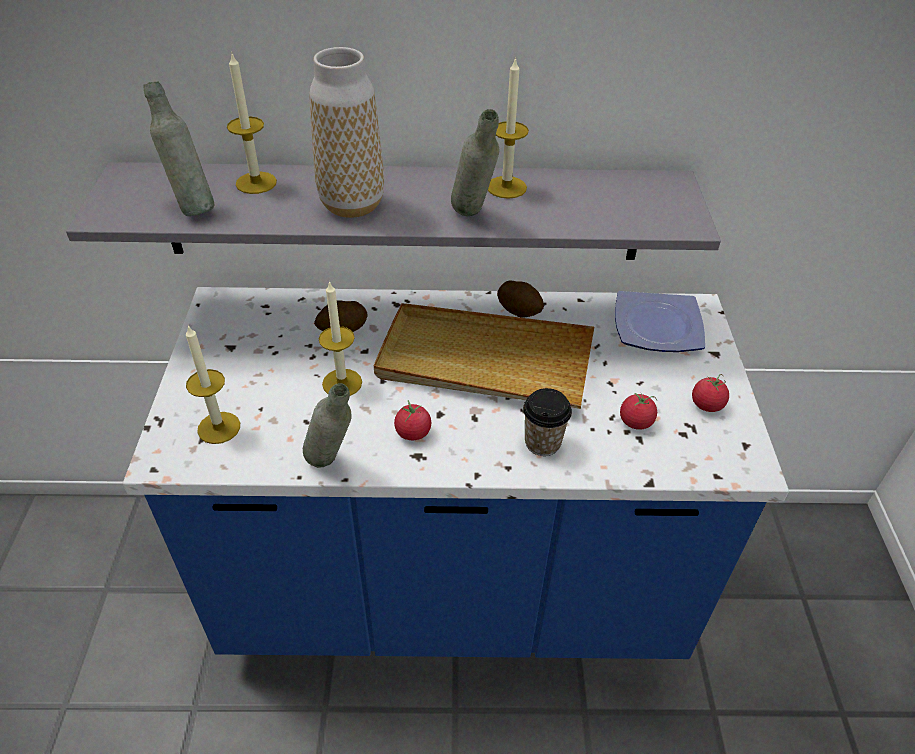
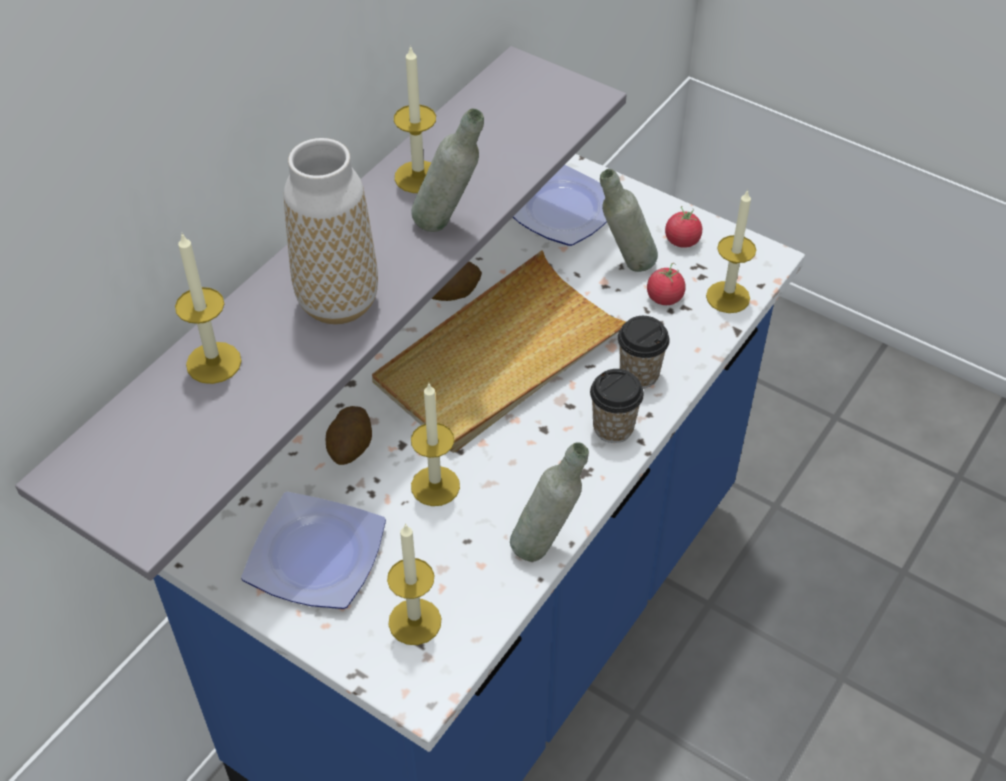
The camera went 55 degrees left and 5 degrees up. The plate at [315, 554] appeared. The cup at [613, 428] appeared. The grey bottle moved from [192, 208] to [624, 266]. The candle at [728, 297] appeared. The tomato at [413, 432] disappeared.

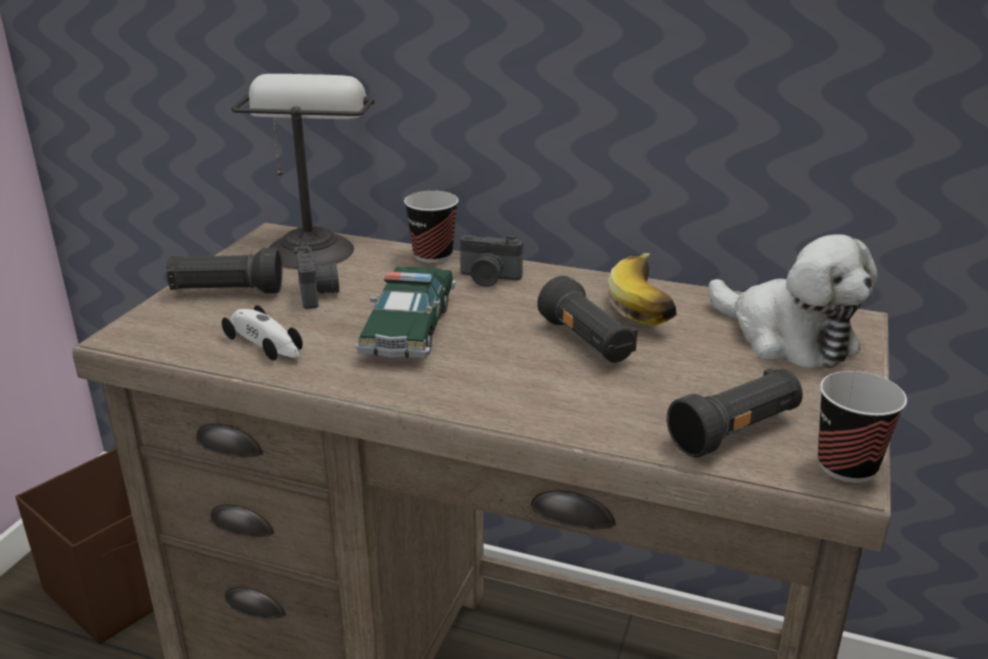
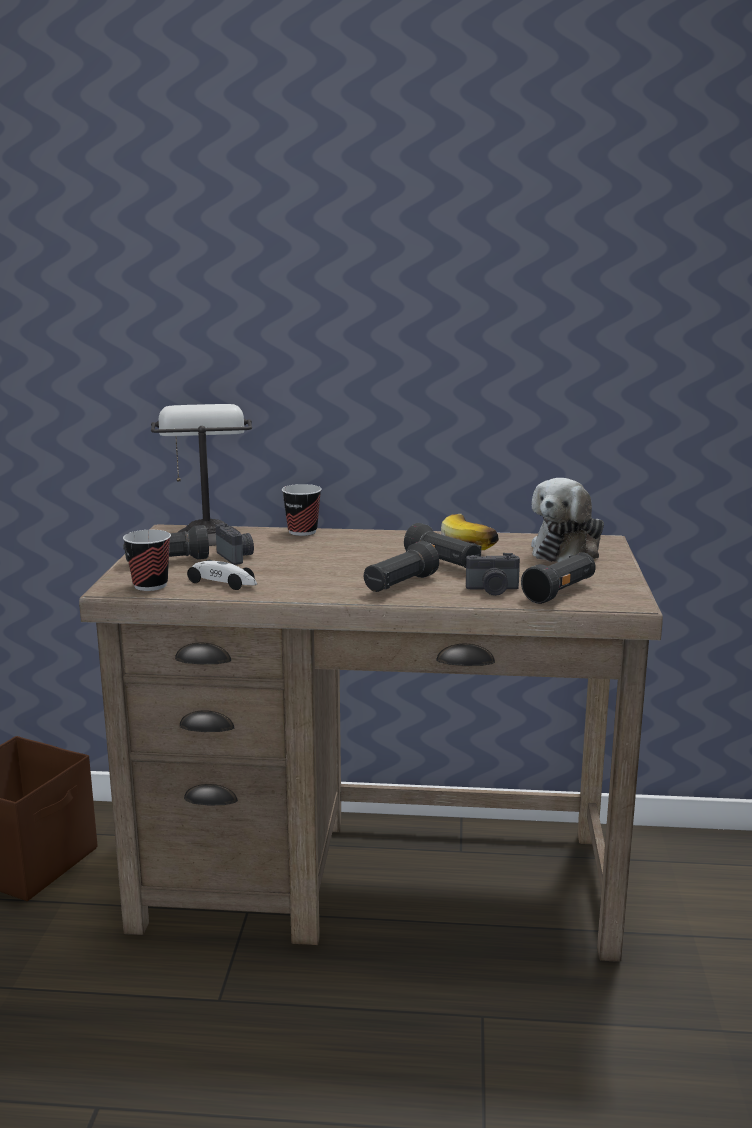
The camera went 15 degrees left and 10 degrees down. The cup moved from [847, 466] to [150, 585]. The black flashlight at [399, 585] appeared. The photo camera moved from [489, 278] to [492, 590]. The plush toy at [786, 337] turned 90 degrees clockwise. The toy car at [409, 328] disappeared.

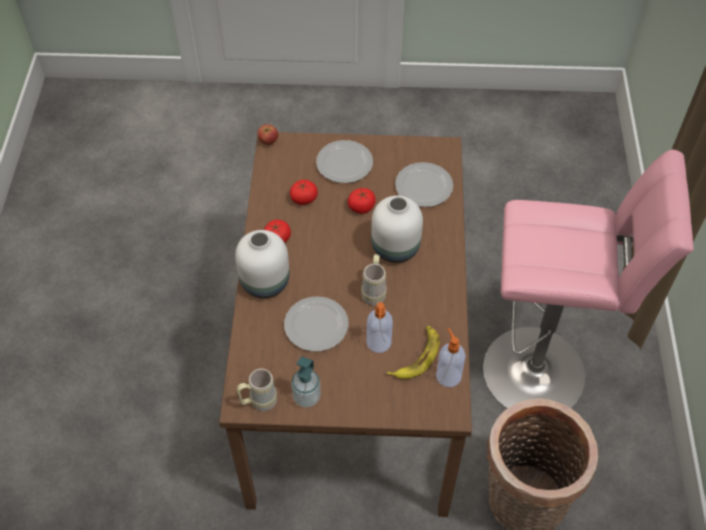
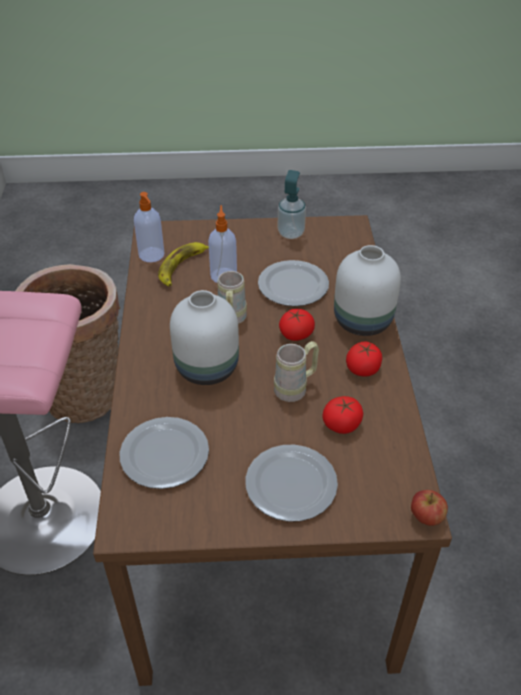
The camera went 175 degrees right and 10 degrees down. The beige mug moved from [258, 402] to [296, 388]. The tomato moved from [361, 207] to [296, 334].

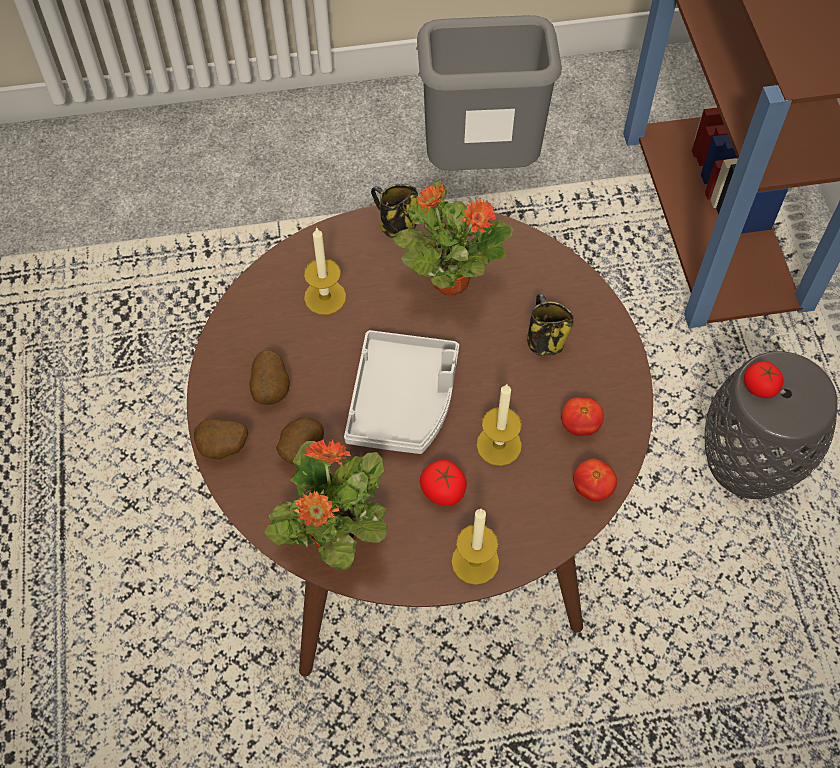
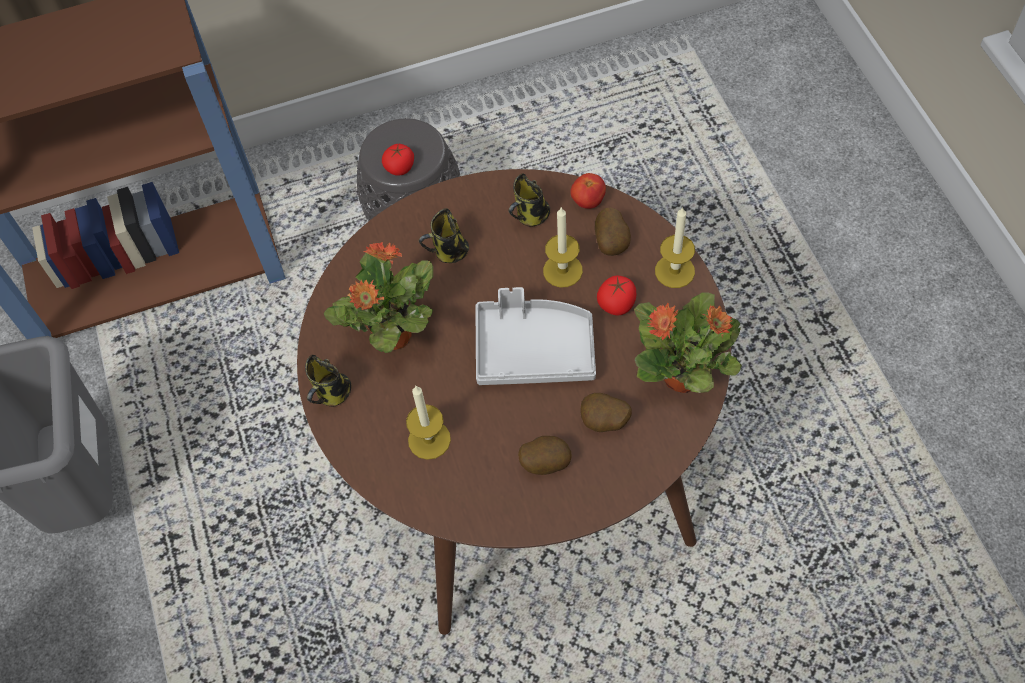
The camera went 95 degrees left and 0 degrees up. The tomato at [580, 425] was replaced by the mug at [530, 216]. The potato moved from [223, 449] to [612, 243].

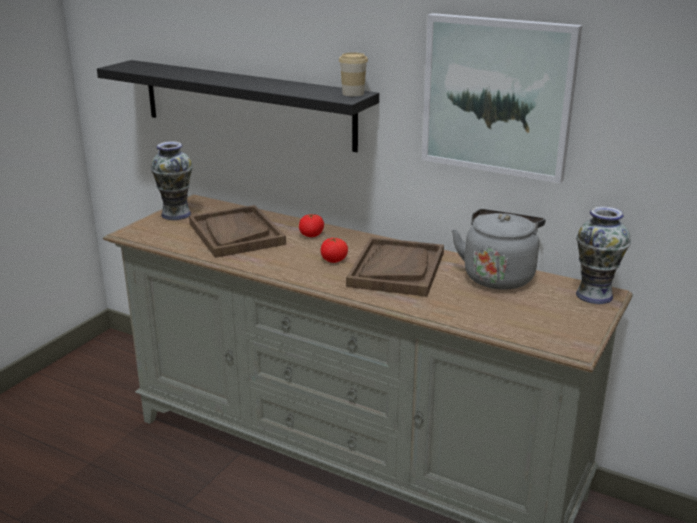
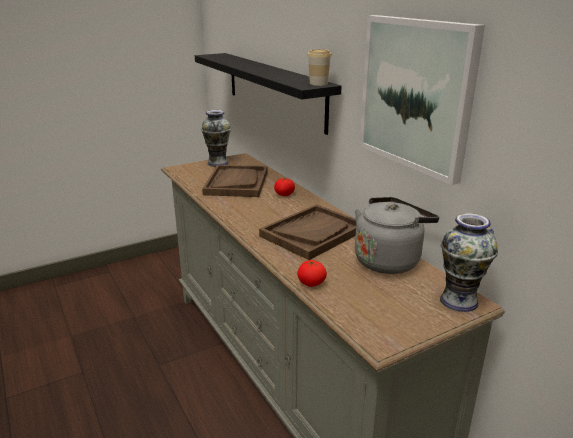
The camera went 30 degrees right and 0 degrees up. The tomato moved from [334, 260] to [311, 283].

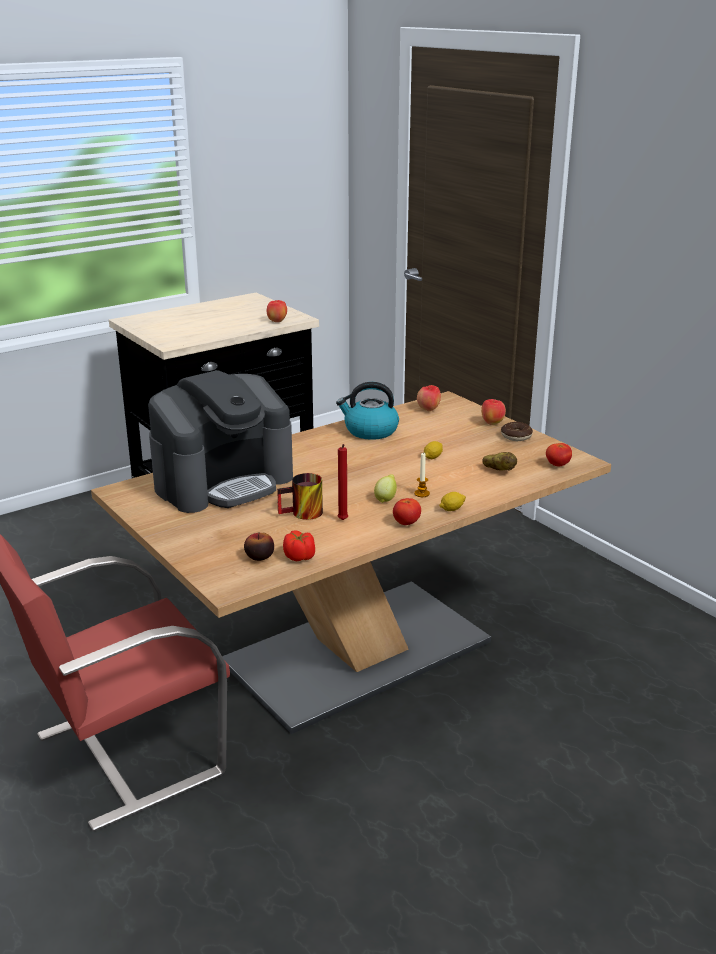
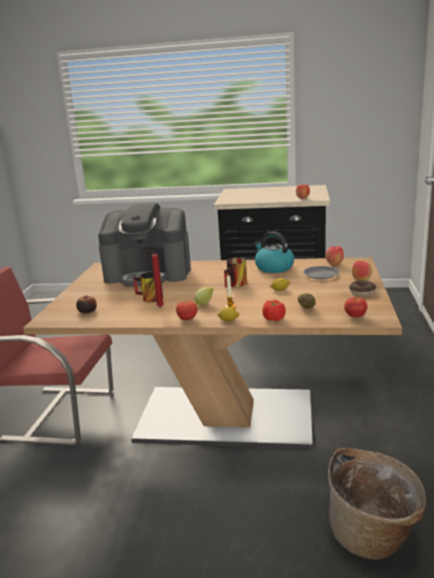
The camera went 45 degrees right and 5 degrees down. The mug at [236, 284] appeared. The tomato moved from [299, 557] to [274, 319]. The grey plate at [320, 275] appeared. The basket at [373, 535] appeared.

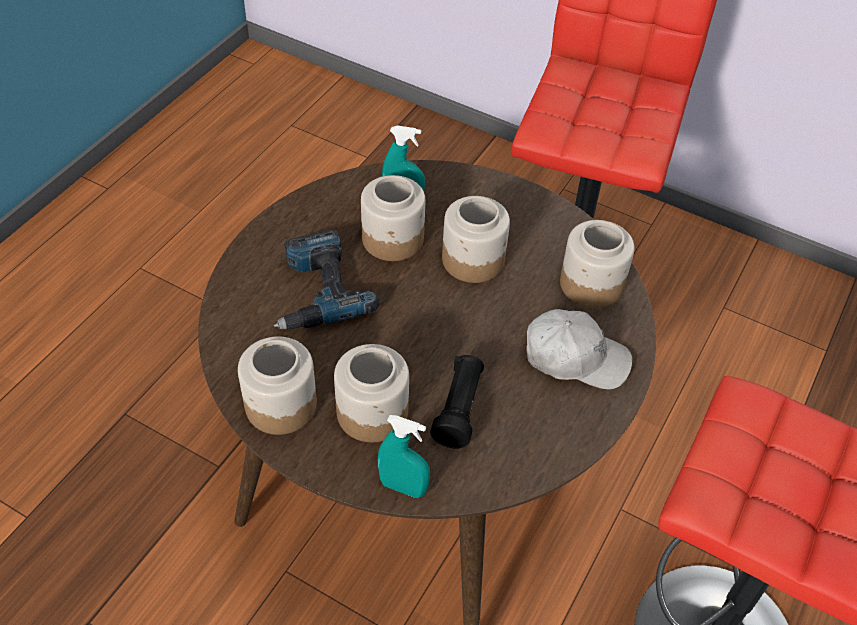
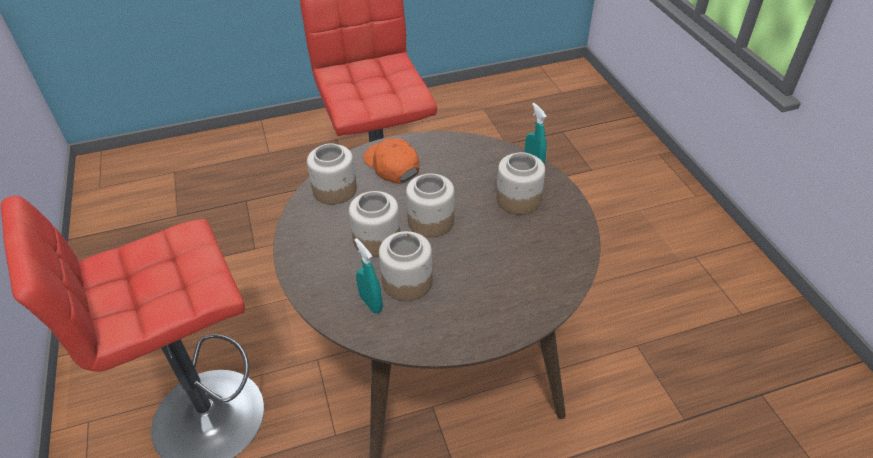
The camera went 135 degrees left and 5 degrees down. The white cap at [575, 358] became the orange cap at [392, 166]. The jar moved from [280, 404] to [431, 222]. The power drill at [316, 291] disappeared. The black flashlight at [459, 409] disappeared.

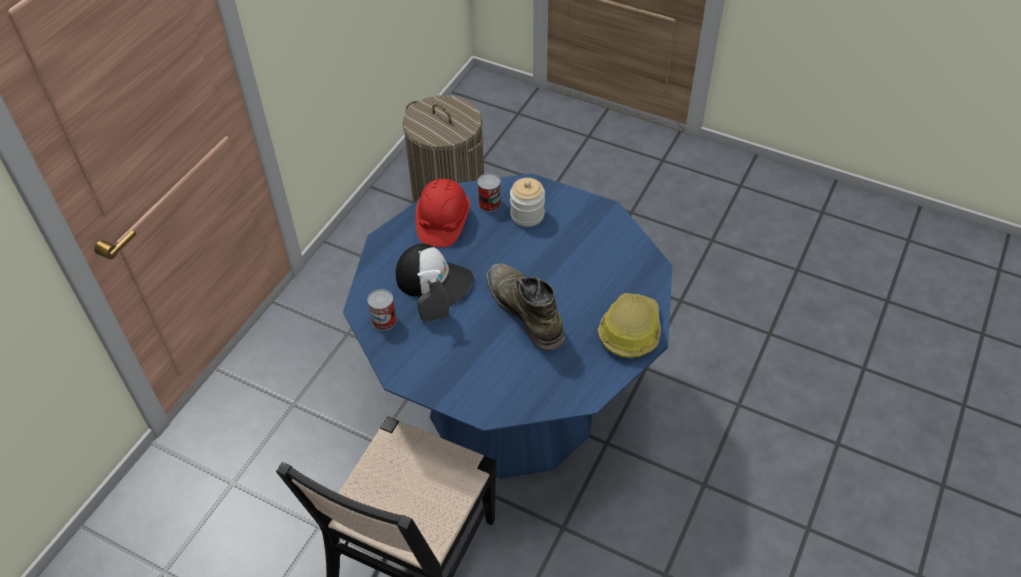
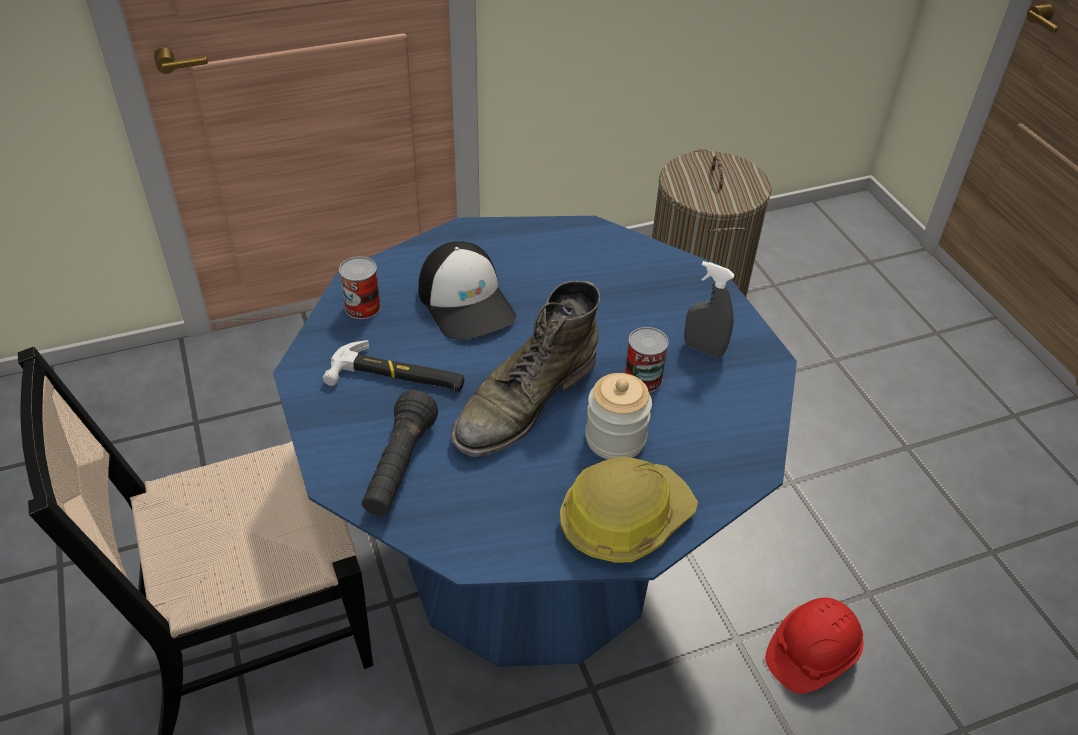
The camera went 40 degrees right and 5 degrees down. The hammer at [397, 377] appeared. The black flashlight at [399, 467] appeared. The green boot at [525, 310] turned 150 degrees counterclockwise. The jar moved from [527, 215] to [615, 438]. The can moved from [489, 203] to [643, 379]. The grey spray bottle moved from [434, 317] to [704, 349]. The red hard hat moved from [442, 222] to [811, 653].

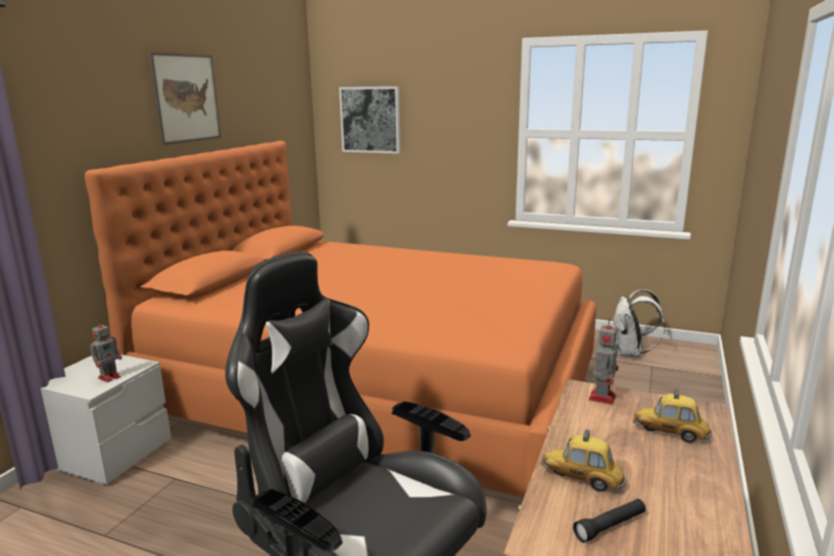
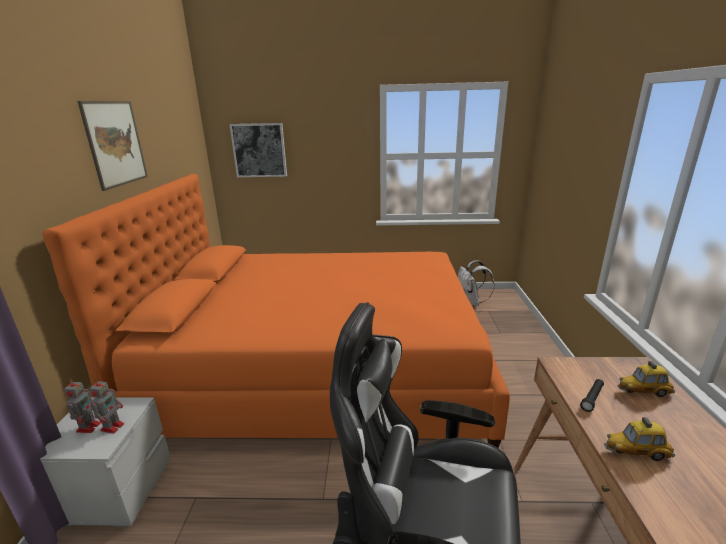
The camera went 20 degrees left and 5 degrees up. The toy robot moved from [602, 397] to [89, 426]. The black flashlight moved from [610, 526] to [592, 398].

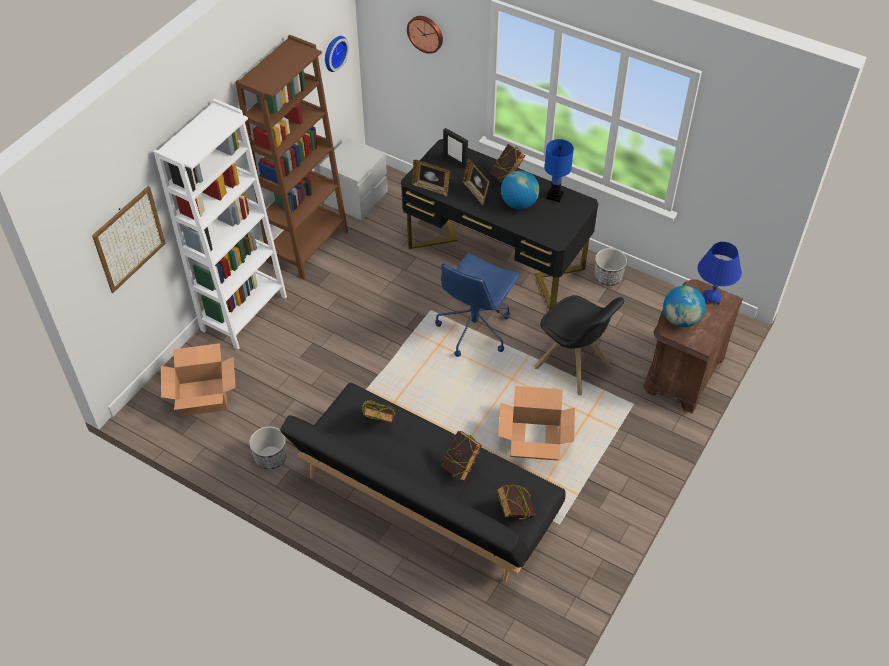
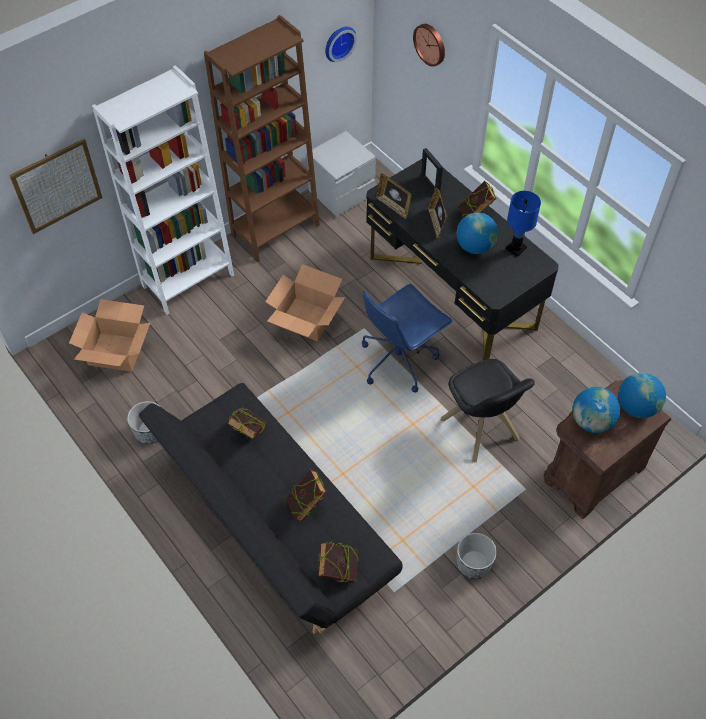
The camera went 20 degrees right and 5 degrees up. The cardboard box moved from [535, 442] to [306, 320]. The planter moved from [608, 277] to [473, 564]. The blue table lamp at [711, 297] was replaced by the globe at [636, 407].

